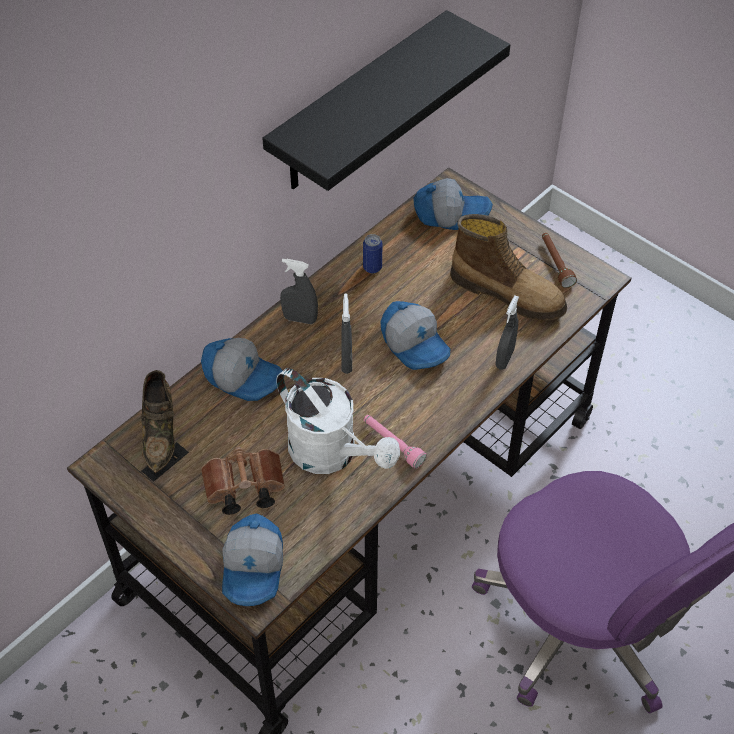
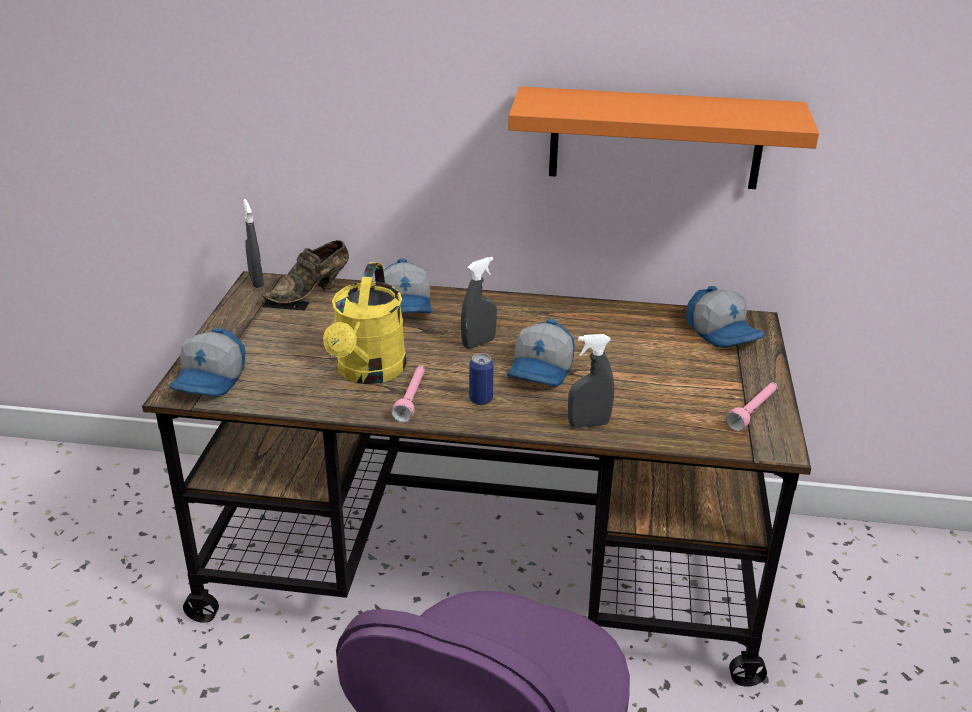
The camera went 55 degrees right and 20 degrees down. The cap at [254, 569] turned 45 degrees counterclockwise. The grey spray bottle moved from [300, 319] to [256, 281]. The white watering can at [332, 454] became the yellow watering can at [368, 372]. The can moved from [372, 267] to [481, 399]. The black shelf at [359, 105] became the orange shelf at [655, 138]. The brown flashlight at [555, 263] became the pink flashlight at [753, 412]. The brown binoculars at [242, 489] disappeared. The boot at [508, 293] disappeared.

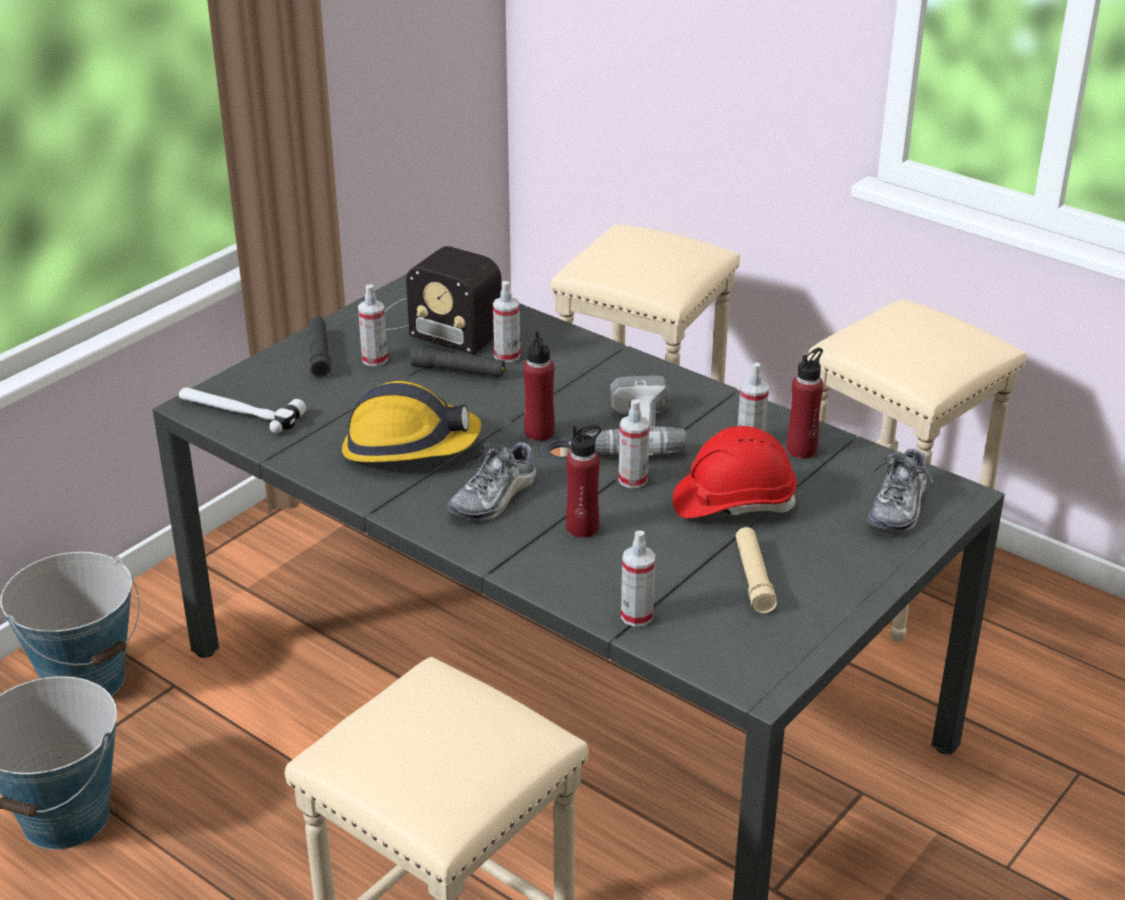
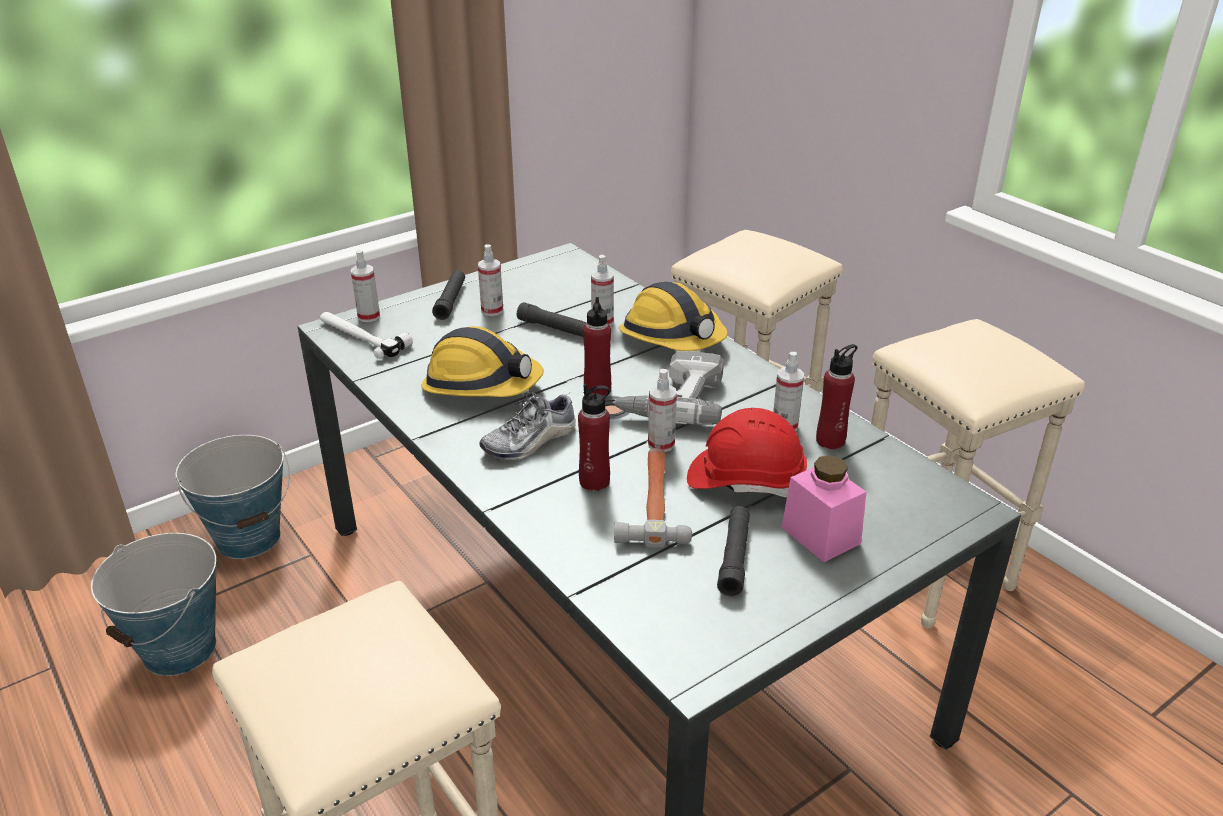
The camera went 15 degrees right and 0 degrees up. The spray bottle moved from [637, 616] to [369, 316]. The hammer at [653, 501] appeared. The hard hat at [672, 338] appeared. The beige flashlight at [753, 578] became the black flashlight at [734, 557]. The pink jar at [820, 535] appeared. The radio at [435, 324] disappeared. The shoe at [898, 507] disappeared.

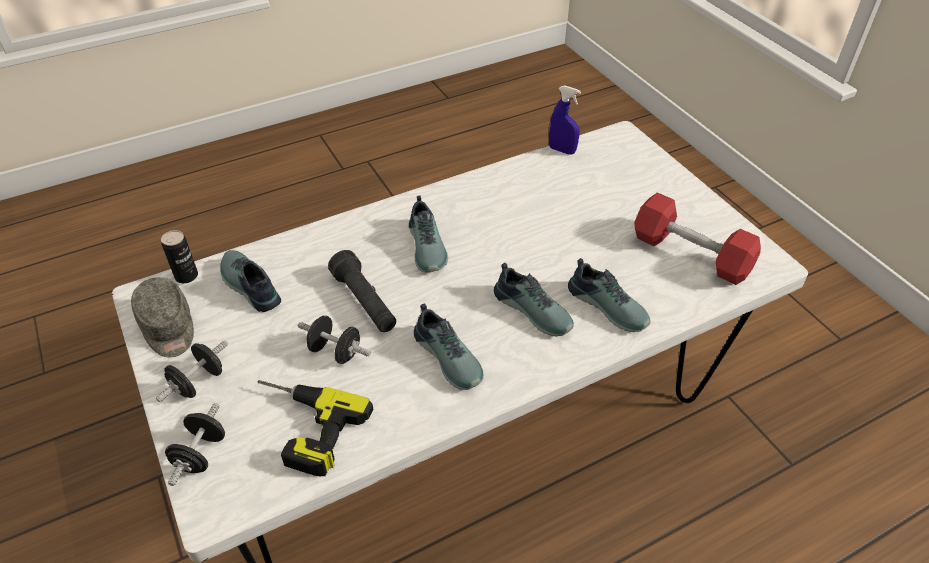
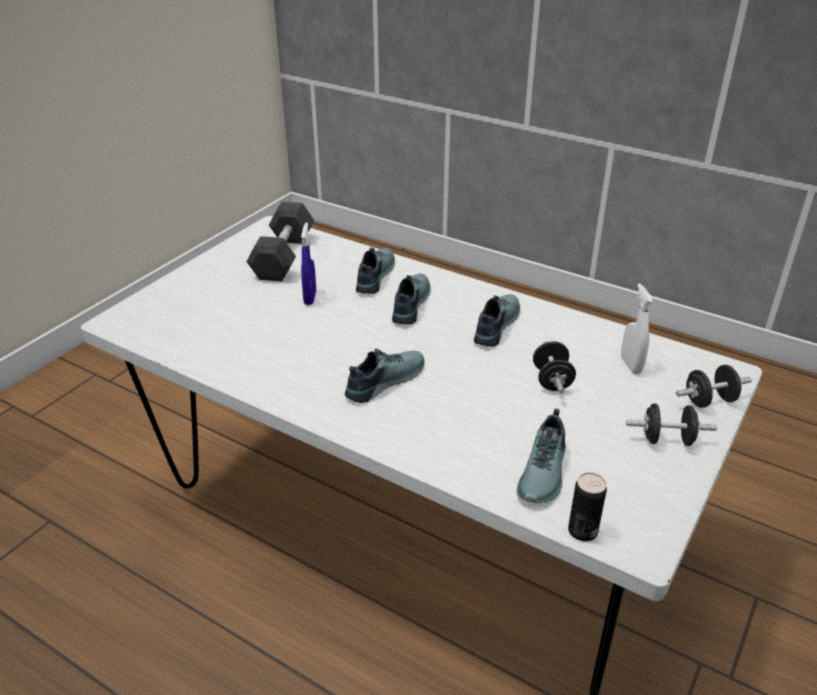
The camera went 120 degrees left and 10 degrees down. The red dumbbell at [691, 254] became the grey dumbbell at [283, 257]. The blue spray bottle moved from [562, 150] to [310, 298]. The power drill at [300, 428] was replaced by the white spray bottle at [630, 365]. The grey cap at [168, 328] disappeared. The black flashlight at [365, 302] disappeared.

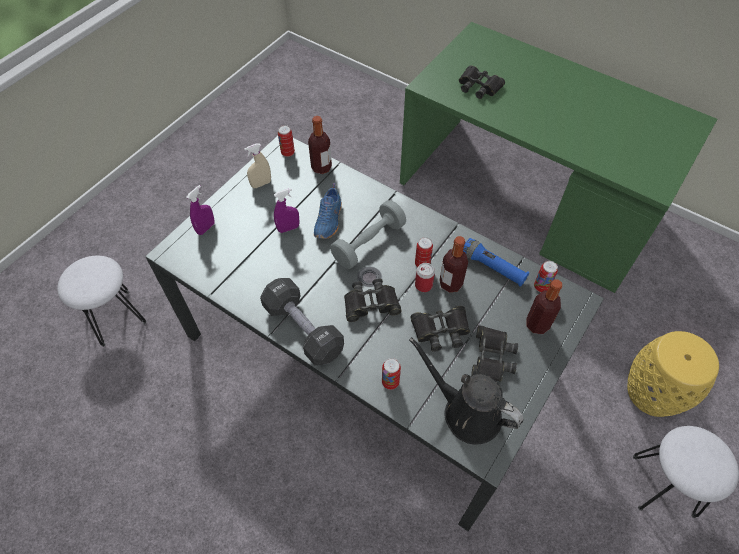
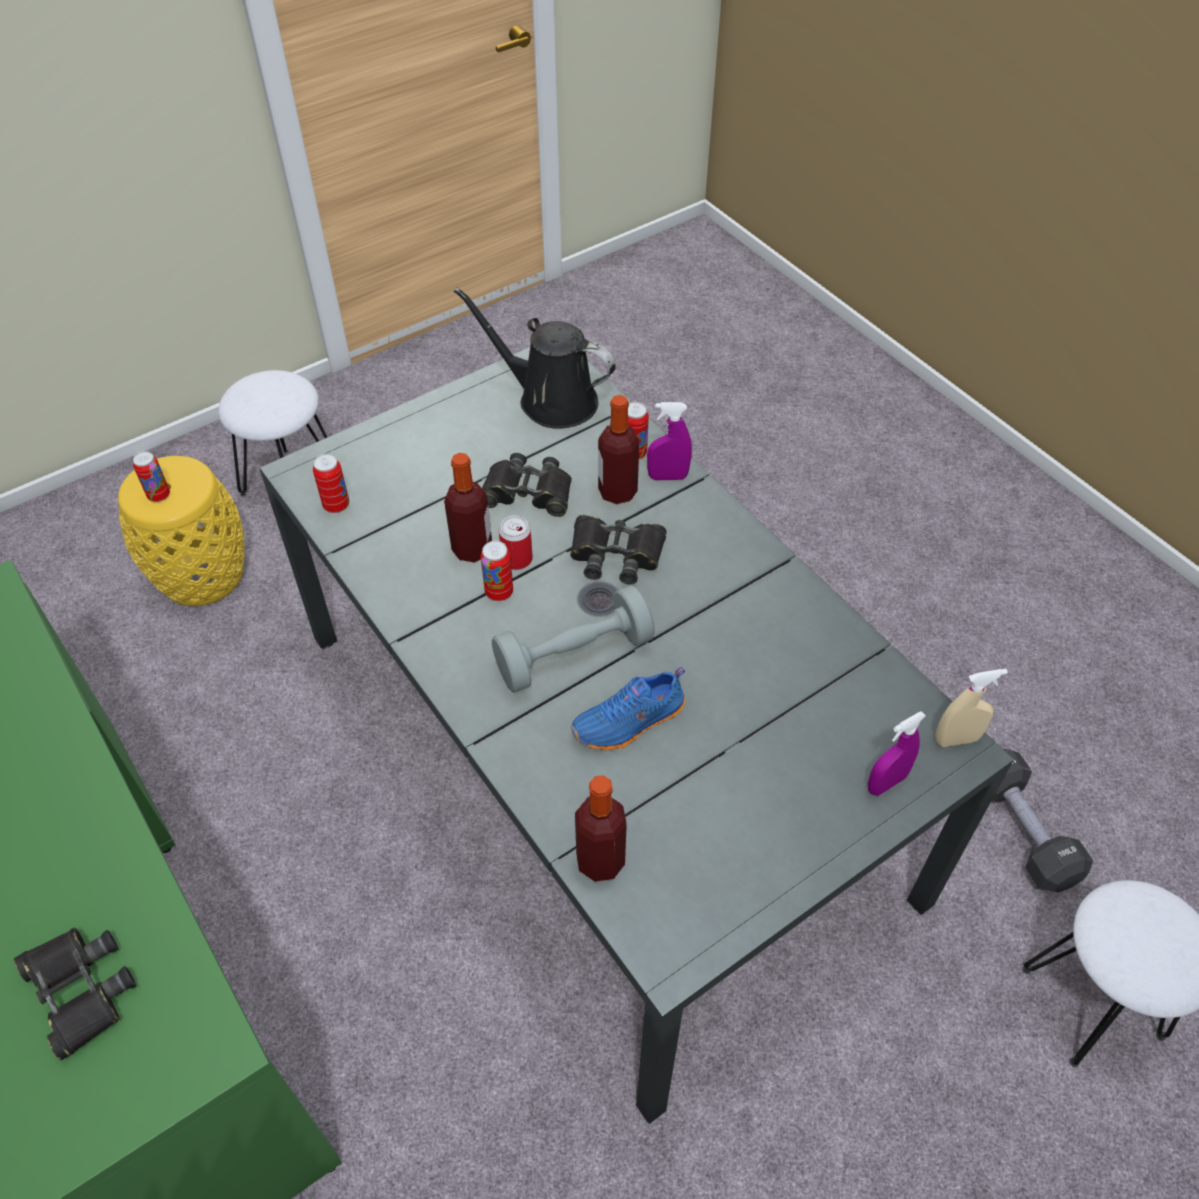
The camera went 160 degrees left and 5 degrees down. The can moved from [288, 153] to [159, 495]. The black watering can at [466, 412] turned 150 degrees clockwise. The blue shoe at [329, 220] turned 150 degrees counterclockwise. The bottle moved from [537, 324] to [617, 492]. The purple spray bottle moved from [288, 228] to [667, 477]. The beige spray bottle moved from [261, 184] to [956, 739]. The black dumbbell moved from [303, 329] to [1021, 831]. The blue flashlight at [493, 267] disappeared. The black binoculars at [491, 357] disappeared.

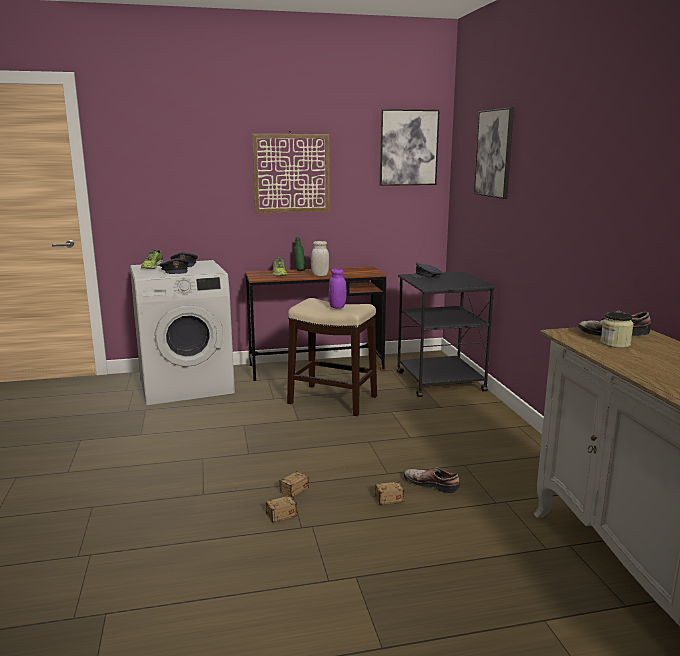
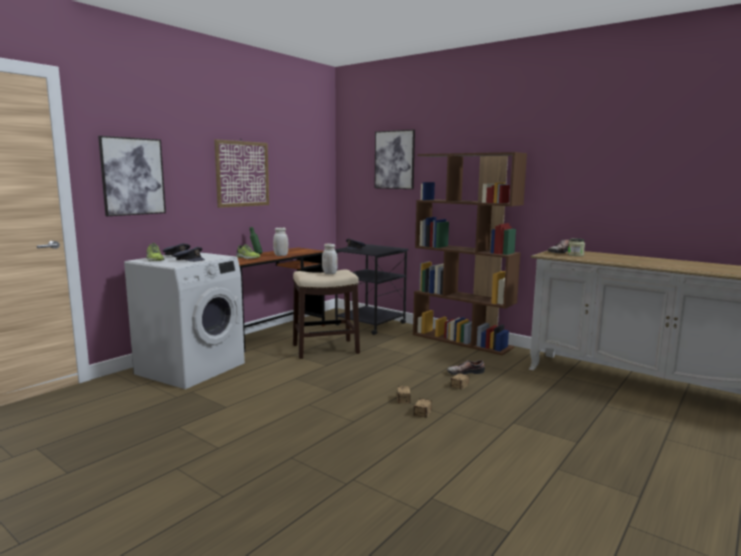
The camera went 40 degrees left and 5 degrees down. The picture moved from [408, 147] to [133, 176]. The purple jar at [337, 307] became the white jar at [329, 273]. The brown bookcase at [462, 341] appeared.

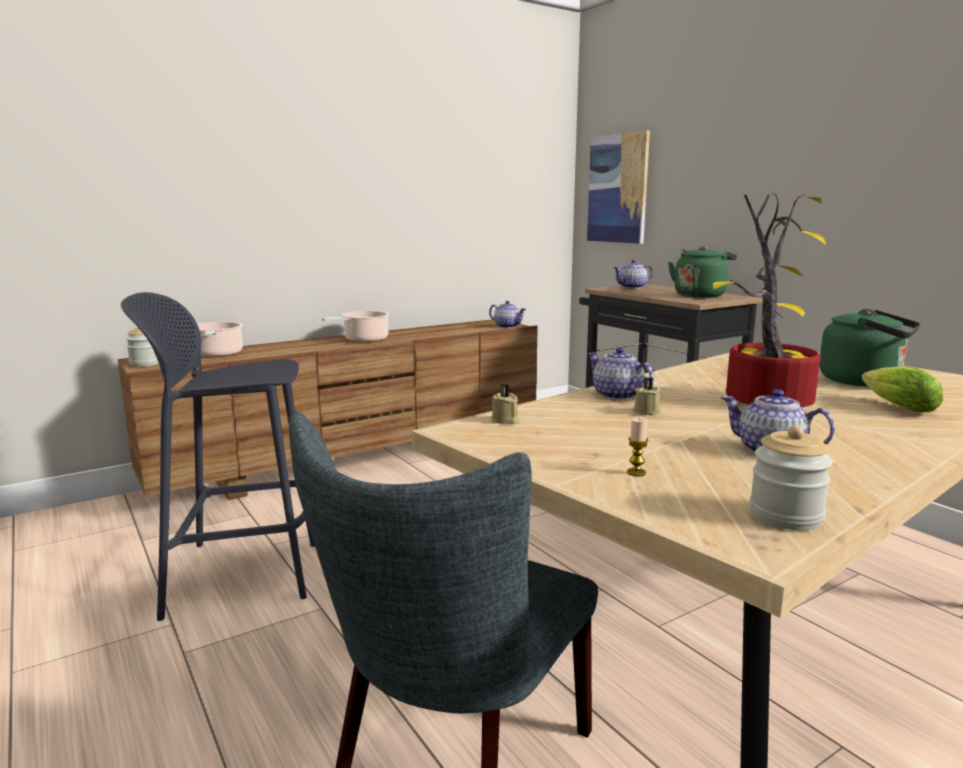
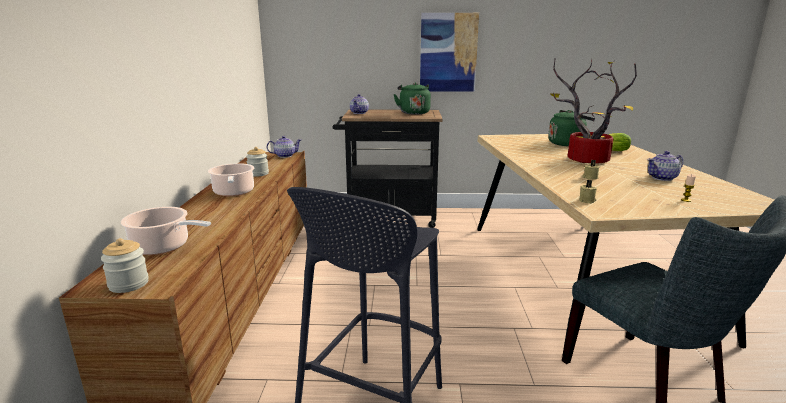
The camera went 55 degrees left and 5 degrees up. The jar moved from [785, 516] to [258, 174]. The picture moved from [618, 189] to [448, 53]. The teapot at [617, 395] disappeared.

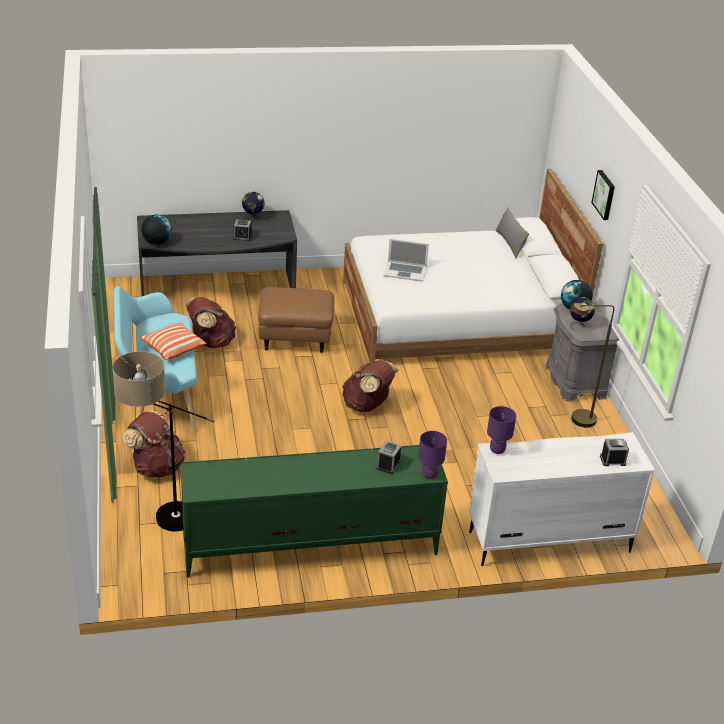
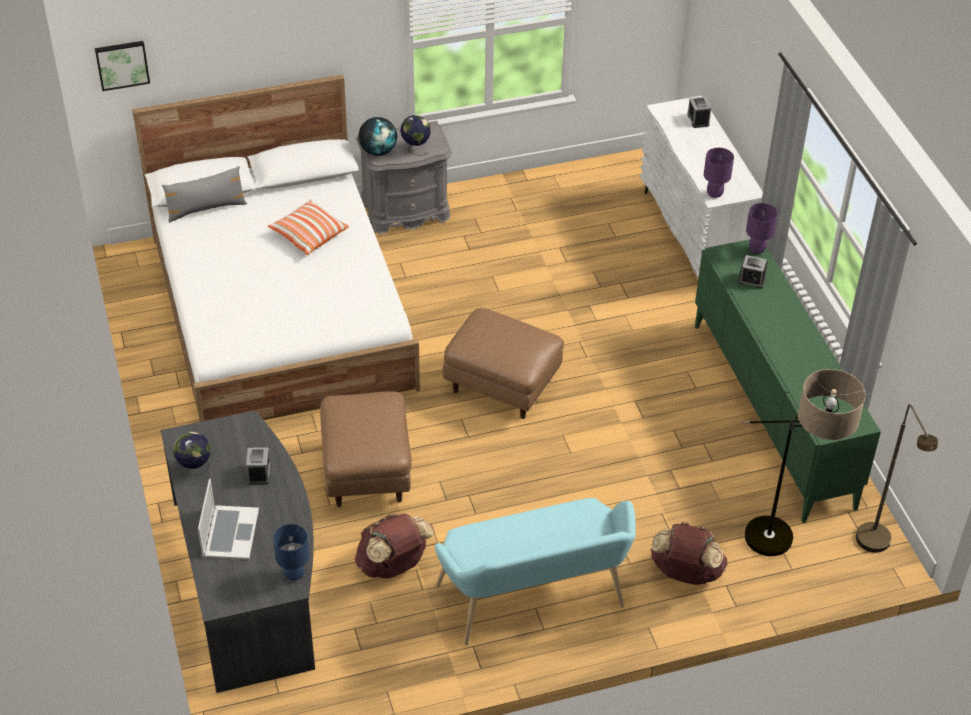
The camera went 95 degrees left and 10 degrees up. The picture moved from [605, 194] to [122, 64]. The laptop moved from [405, 271] to [230, 532]. The pillow moved from [174, 348] to [309, 235]. The globe at [157, 242] was replaced by the blue table lamp at [294, 575]. The brown backpack at [367, 405] was replaced by the brown ottoman at [503, 387]. The brown floor lamp moved from [576, 420] to [877, 546].

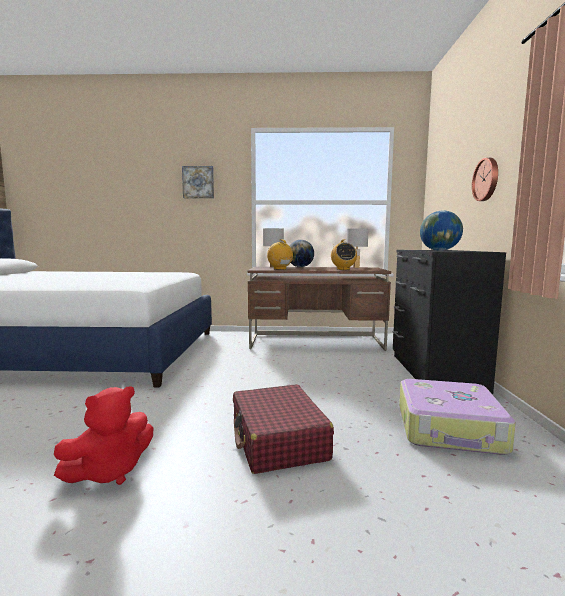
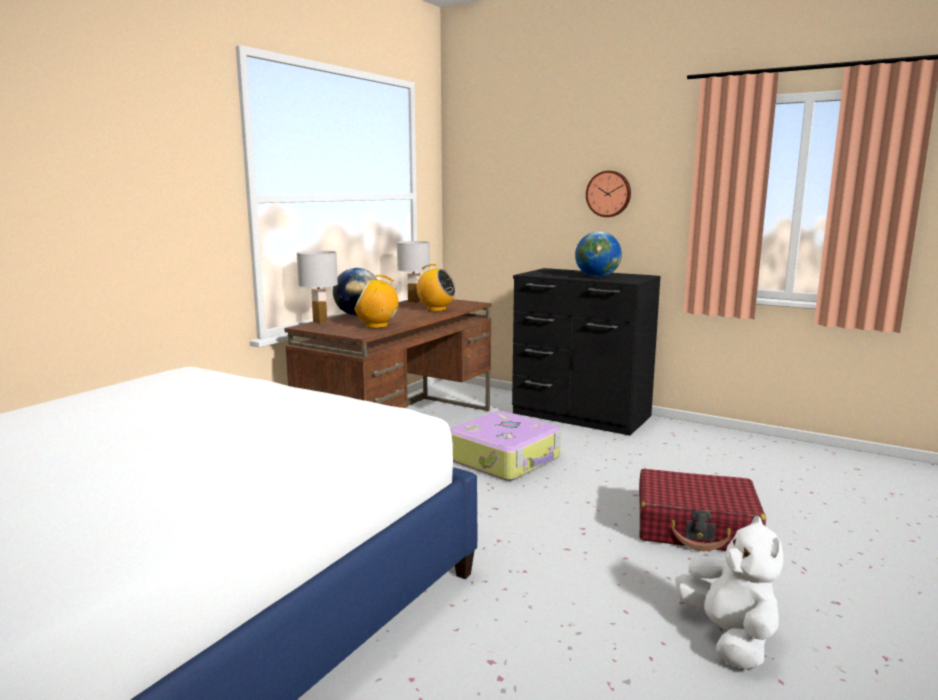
The camera went 60 degrees left and 5 degrees up. The suitcase moved from [450, 429] to [505, 459]. The red plush toy at [110, 471] became the white plush toy at [729, 637]. The picture at [198, 182] disappeared.

